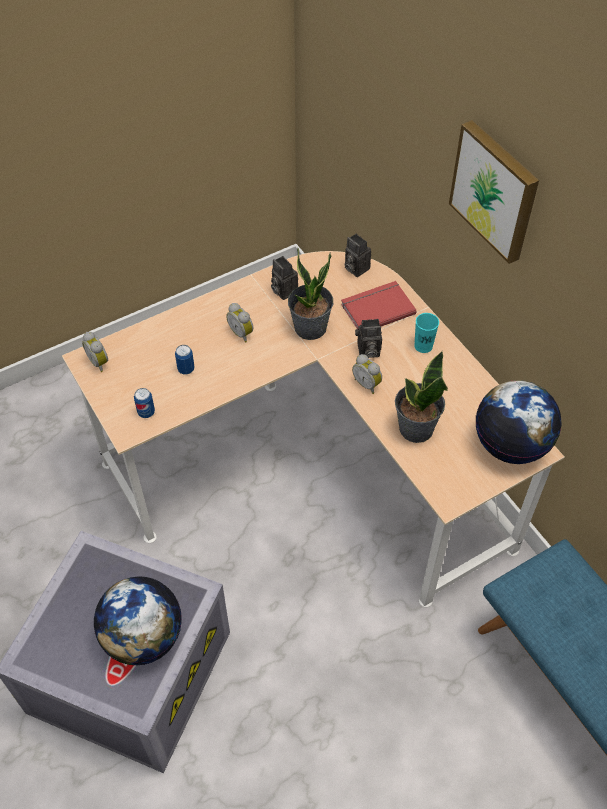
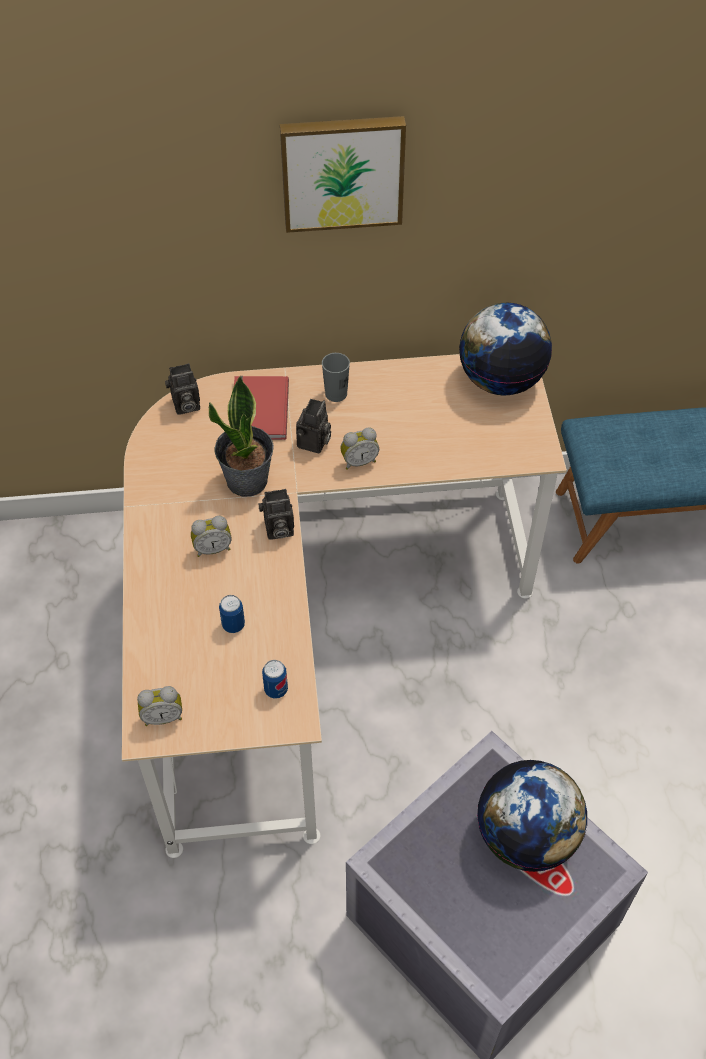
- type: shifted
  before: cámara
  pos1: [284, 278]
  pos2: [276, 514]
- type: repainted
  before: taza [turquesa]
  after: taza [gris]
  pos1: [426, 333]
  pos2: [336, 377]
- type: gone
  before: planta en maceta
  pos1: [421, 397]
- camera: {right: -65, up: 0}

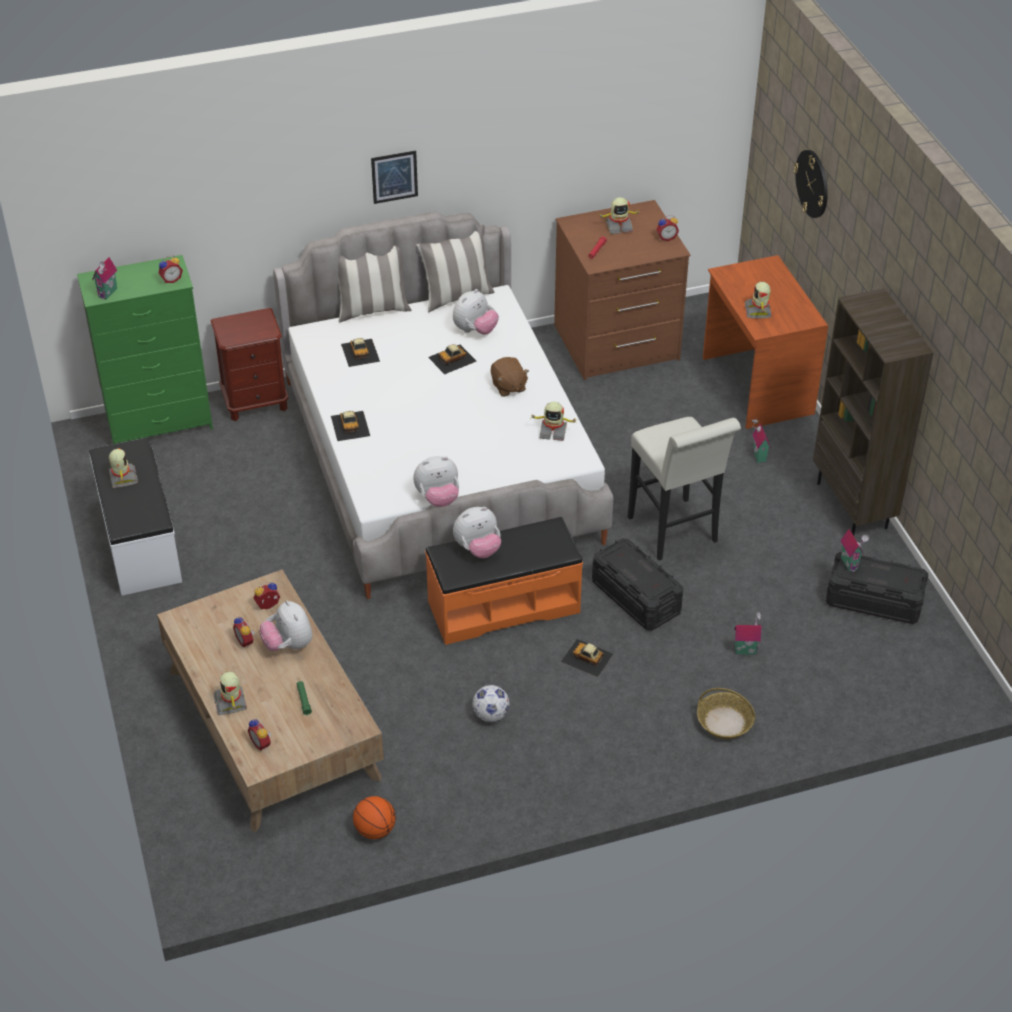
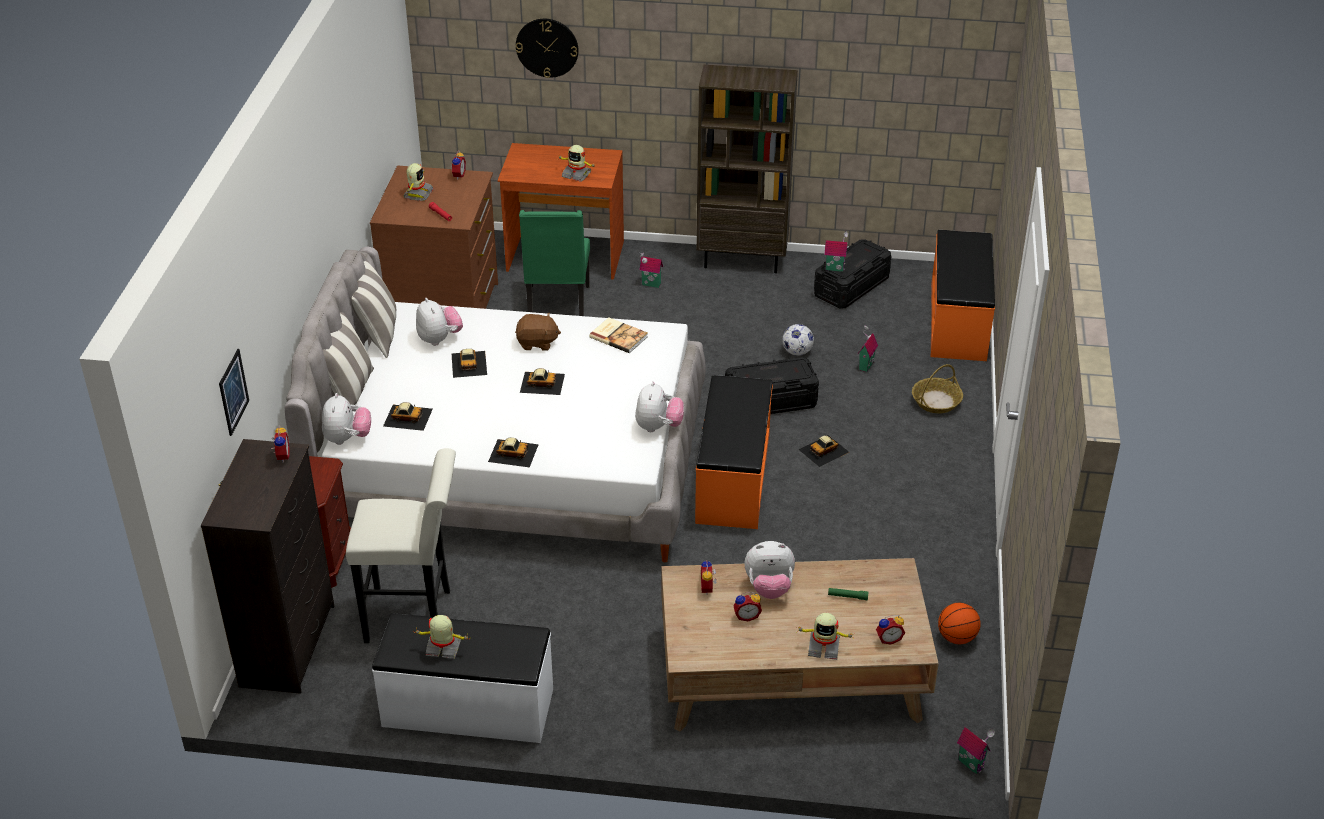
- type: repainted
  before: cómoda [verde]
  after: cómoda [negro]
  pos1: [145, 349]
  pos2: [267, 566]
- type: shifted
  before: cuadro
  pos1: [394, 177]
  pos2: [234, 392]
- type: shifted
  before: peluche
  pos1: [477, 532]
  pos2: [346, 419]
- type: shifted
  before: taburete [blanco]
  pos1: [684, 488]
  pos2: [401, 545]
- type: new
  after: silla [verde]
  pos2: [554, 263]
- type: new
  after: coche de juguete
  pos2: [542, 381]
- type: swapped
  before: robot de juguete
  after: libro
  pos1: [553, 421]
  pos2: [618, 335]
- type: shifted
  before: balón de fútbol
  pos1: [491, 703]
  pos2: [798, 340]
- type: new
  after: banco [naranja]
  pos2: [962, 295]
- type: shifted
  before: casita
  pos1: [105, 278]
  pos2: [976, 750]
- camera: {right: -65, up: -5}

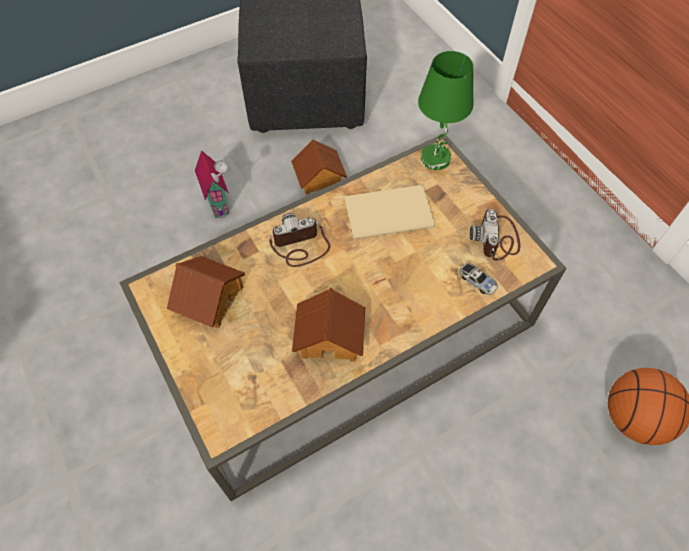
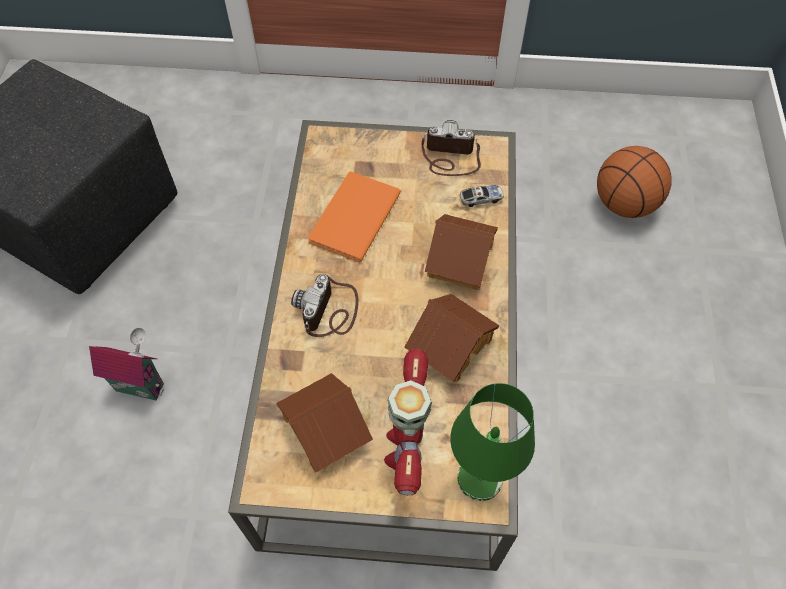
- type: repainted
  before: libro [beis]
  after: libro [naranja]
  pos1: [390, 212]
  pos2: [354, 217]
- type: new
  after: robot de juguete
  pos2: [408, 422]
- type: rotated
  before: cámara
  pos1: [495, 235]
  pos2: [451, 148]
  turn: 150
- type: shifted
  before: casita
  pos1: [319, 167]
  pos2: [461, 252]
- type: shifted
  before: lámpara de mesa [verde]
  pos1: [445, 110]
  pos2: [492, 442]
- camera: {right: -55, up: 0}

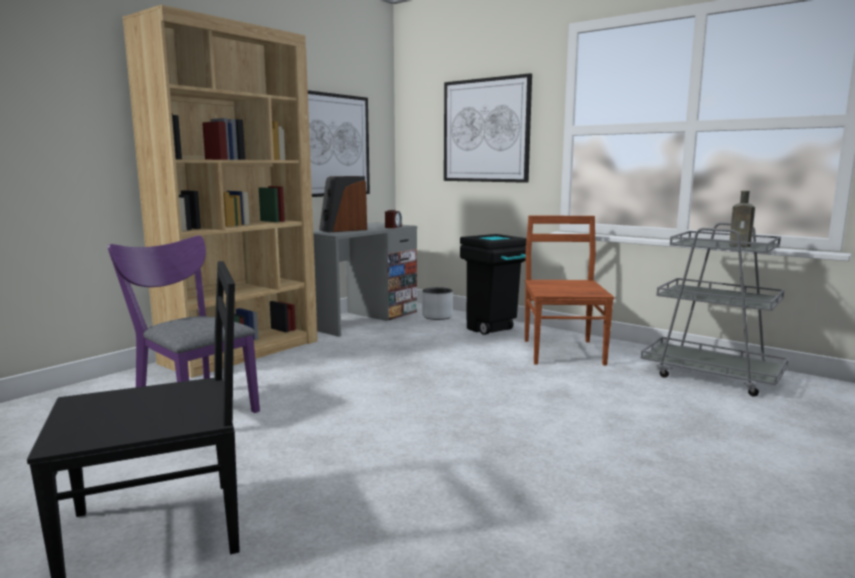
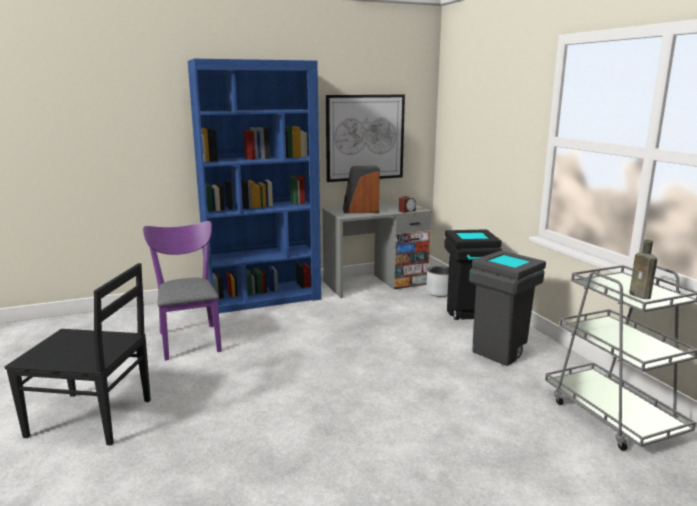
- type: repainted
  before: estantería [marrón]
  after: estantería [azul]
  pos1: [220, 191]
  pos2: [254, 186]
- type: swapped
  before: silla [marrón]
  after: papelera [gris]
  pos1: [569, 290]
  pos2: [507, 308]
- type: gone
  before: cuadro
  pos1: [488, 128]
- camera: {right: 30, up: 5}

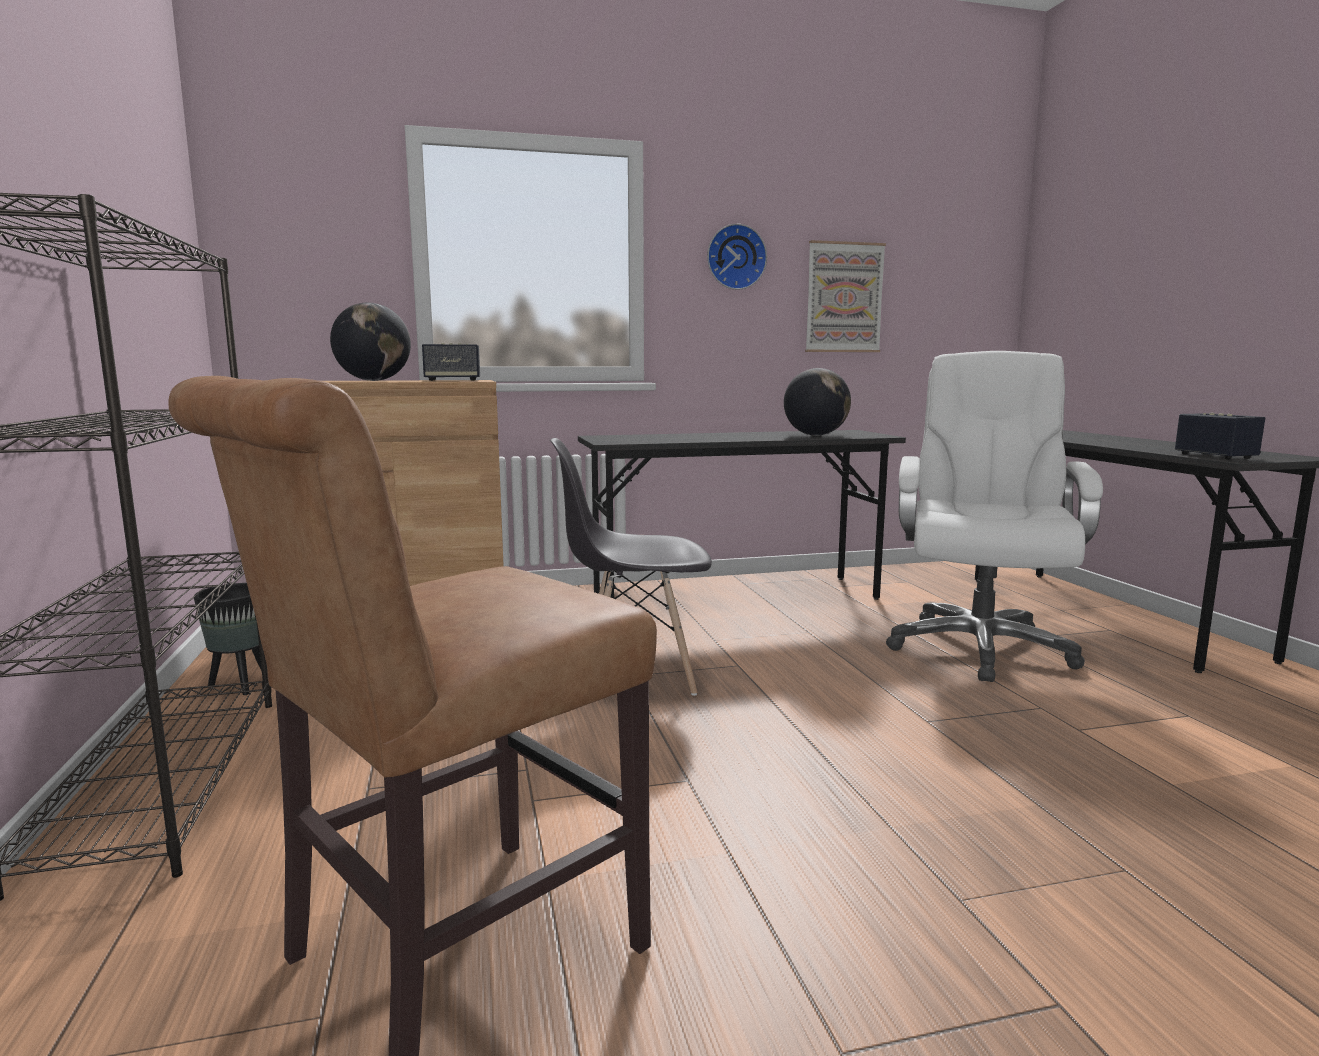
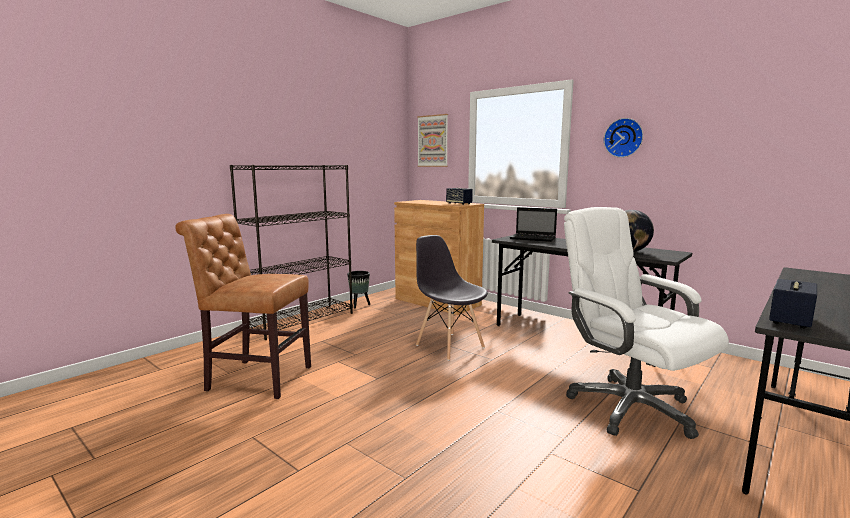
- type: shifted
  before: cuadro
  pos1: [845, 296]
  pos2: [432, 140]
- type: new
  after: portátil
  pos2: [533, 224]
- type: rotated
  before: silla de oficina [blanco]
  pos1: [994, 516]
  pos2: [646, 323]
  turn: -105
- type: gone
  before: globo terráqueo
  pos1: [370, 342]
- camera: {right: 55, up: 0}

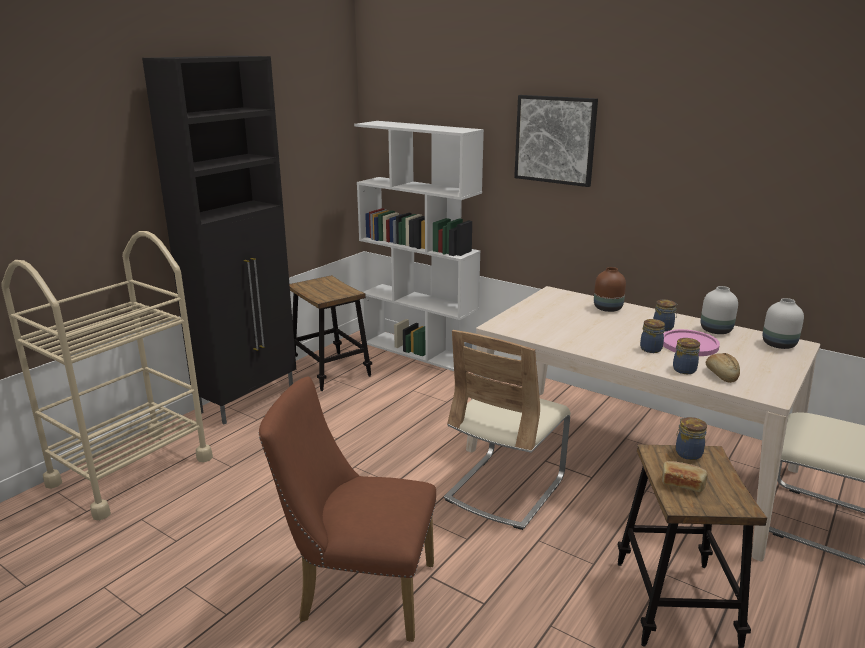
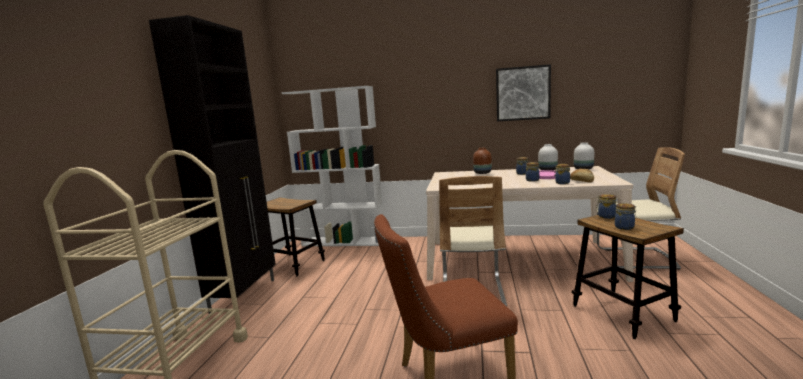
- type: shifted
  before: cuadro
  pos1: [556, 141]
  pos2: [523, 92]
- type: swapped
  before: pan
  after: tarro
  pos1: [685, 476]
  pos2: [625, 216]
- camera: {right: -25, up: -10}

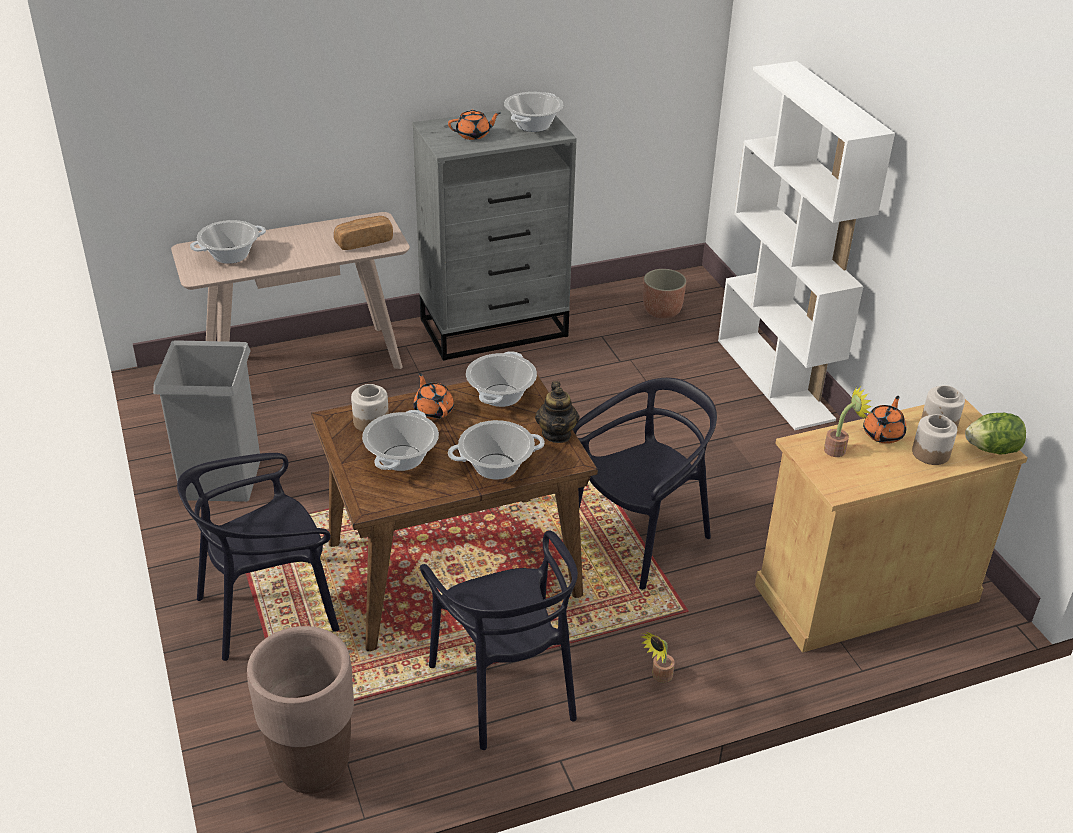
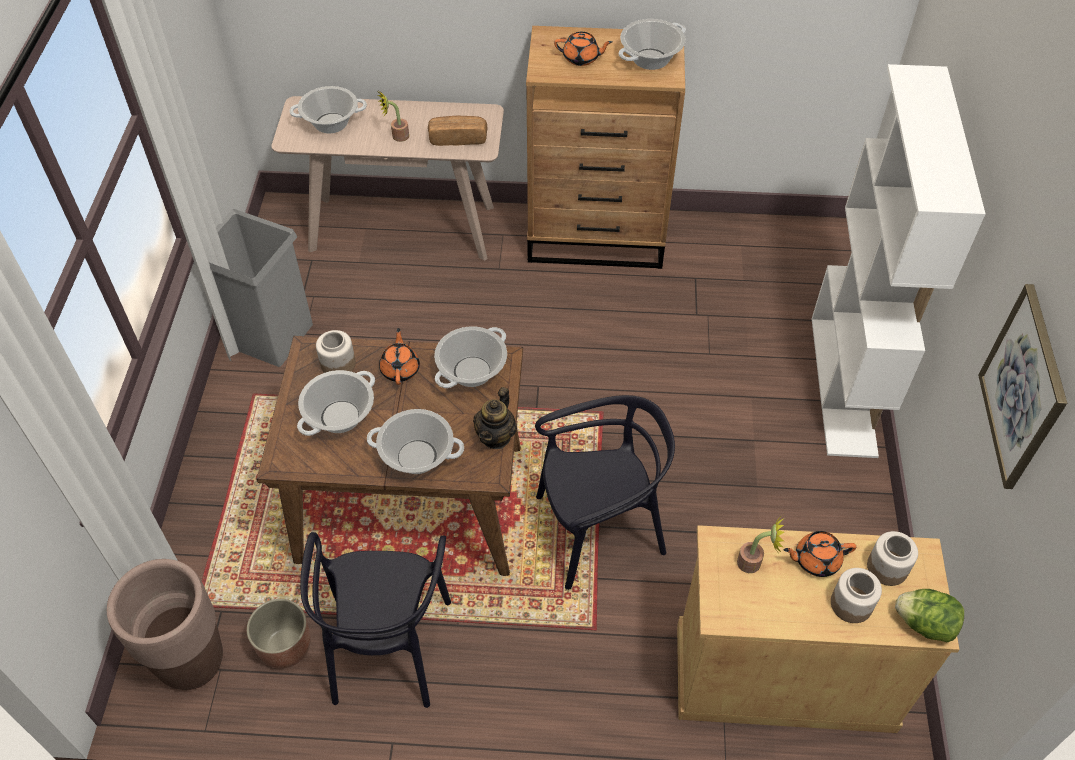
- type: shifted
  before: maceta
  pos1: [664, 293]
  pos2: [278, 634]
- type: shifted
  before: planta en maceta
  pos1: [658, 657]
  pos2: [393, 116]
- type: repainted
  before: cómoda [gris]
  after: cómoda [marrón]
  pos1: [494, 235]
  pos2: [605, 147]
- type: rotated
  before: tetera [naranja]
  pos1: [884, 420]
  pos2: [820, 554]
  turn: -150
- type: new
  after: cuadro
  pos2: [1022, 386]
- type: gone
  before: silla [negro]
  pos1: [258, 557]
- camera: {right: 25, up: 15}

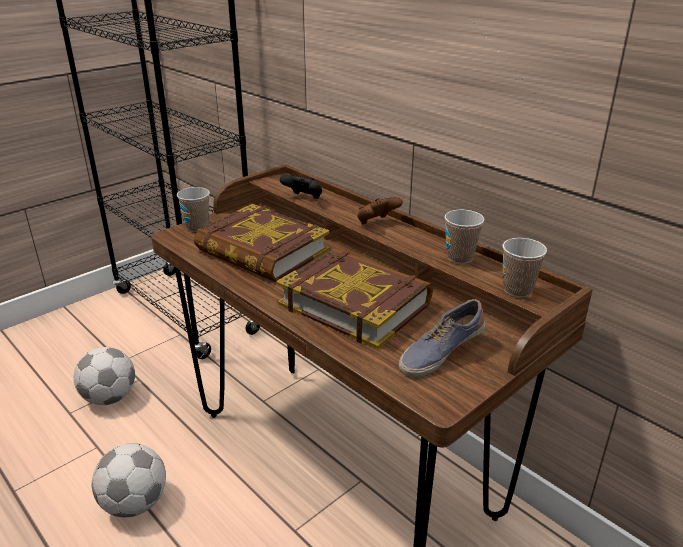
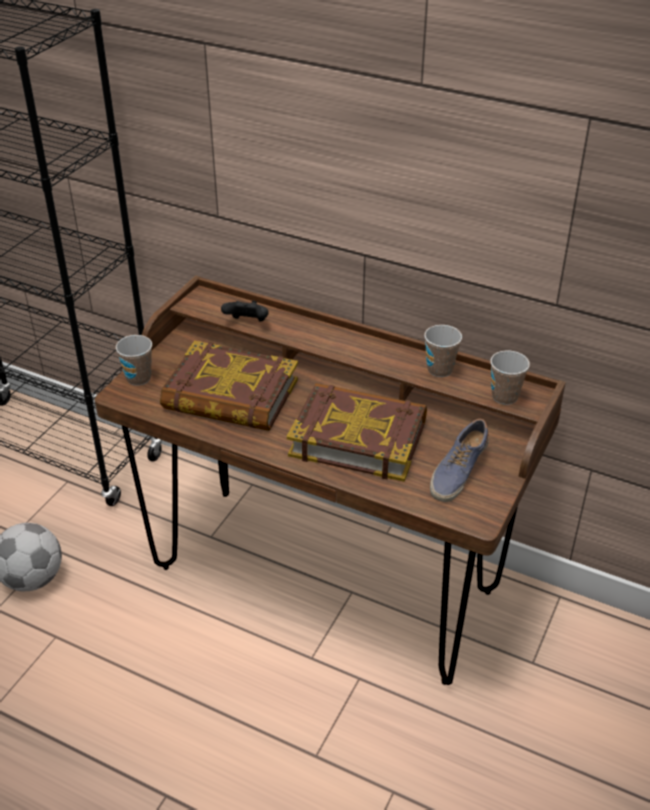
- type: gone
  before: balón de fútbol
  pos1: [129, 480]
- type: gone
  before: mando de consola [marrón]
  pos1: [380, 210]
- camera: {right: -20, up: 10}

